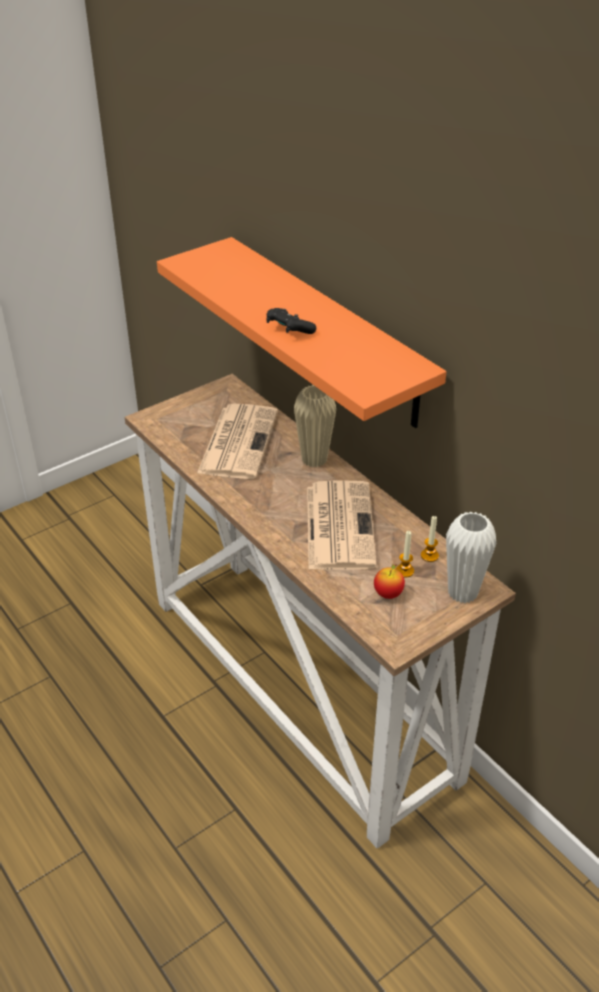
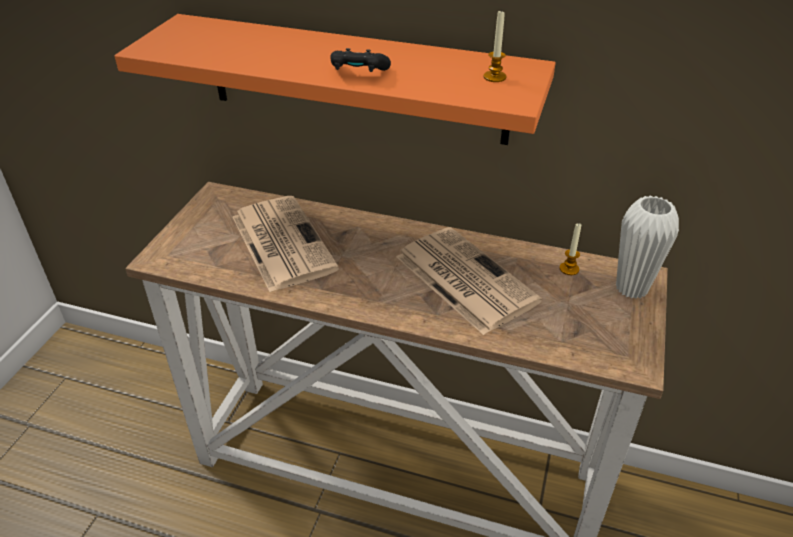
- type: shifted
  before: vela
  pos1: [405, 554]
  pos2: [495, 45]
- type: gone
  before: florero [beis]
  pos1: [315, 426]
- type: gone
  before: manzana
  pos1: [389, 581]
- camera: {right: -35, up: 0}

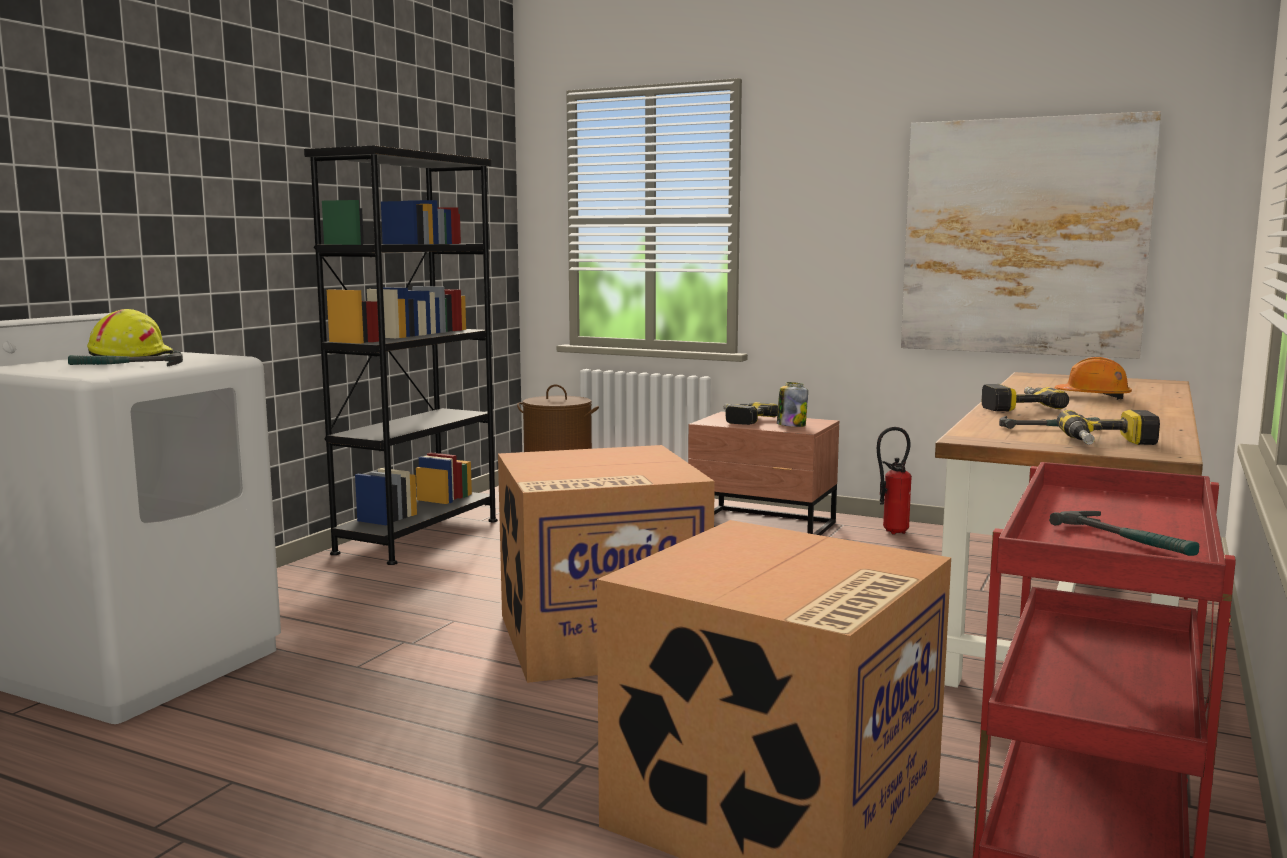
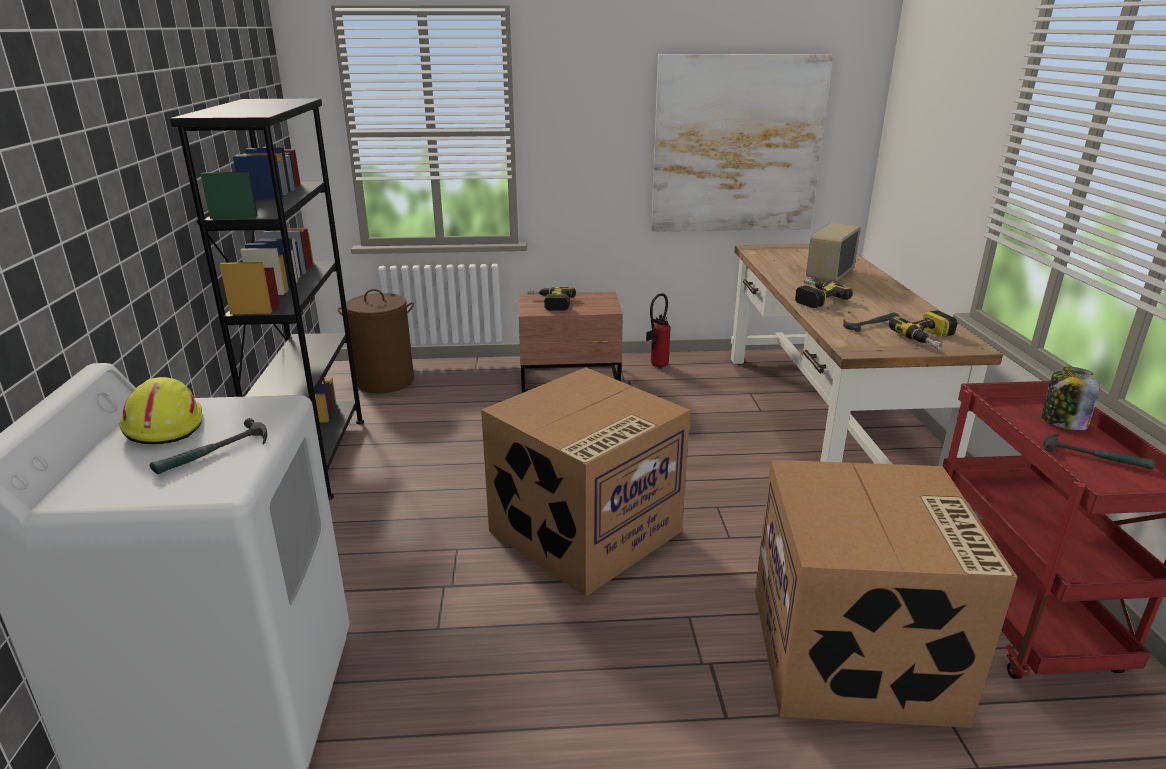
- type: swapped
  before: casco [naranja]
  after: radio
  pos1: [1093, 378]
  pos2: [833, 252]
- type: shifted
  before: tarro
  pos1: [792, 404]
  pos2: [1070, 398]
- camera: {right: -30, up: 15}

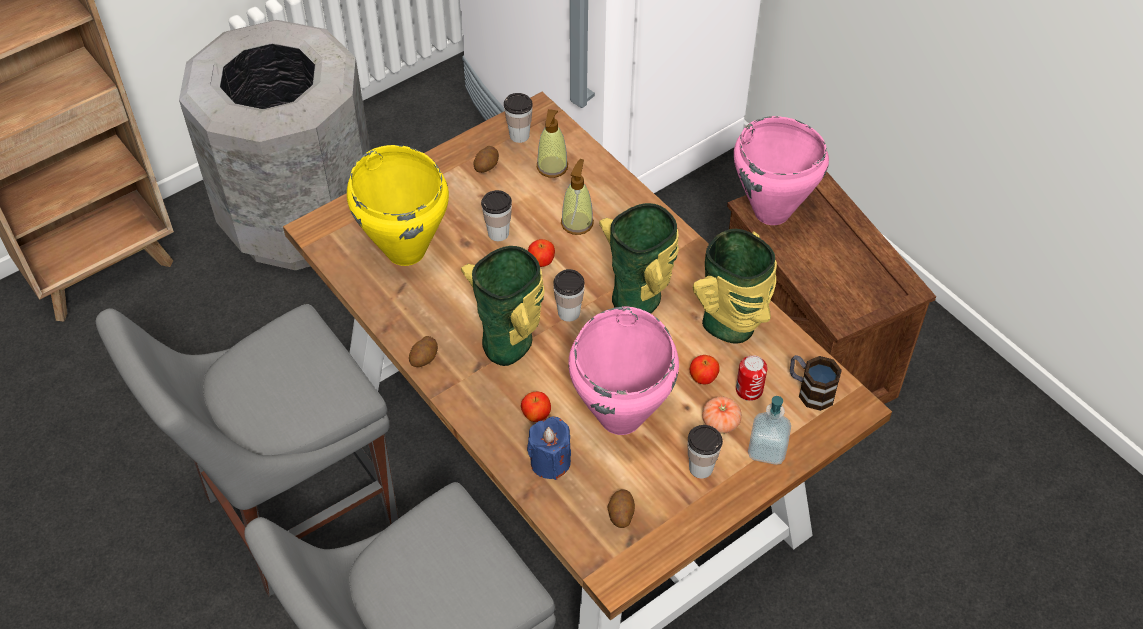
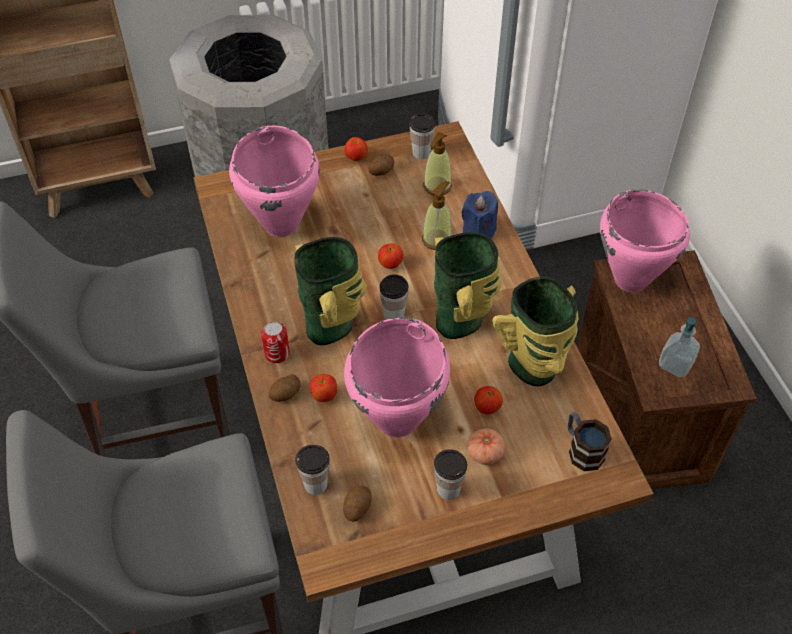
- type: repainted
  before: olla [amarillo]
  after: olla [rosa]
  pos1: [398, 205]
  pos2: [274, 181]
- type: shifted
  before: lata
  pos1: [751, 378]
  pos2: [275, 342]
- type: shifted
  before: patata
  pos1: [423, 351]
  pos2: [285, 388]
- type: shifted
  before: taza
  pos1: [496, 215]
  pos2: [312, 470]
- type: new
  after: manzana
  pos2: [356, 149]
- type: shifted
  before: vela [azul]
  pos1: [549, 448]
  pos2: [479, 214]
- type: shifted
  before: dispensador de jabón
  pos1: [769, 430]
  pos2: [679, 347]
- camera: {right: 20, up: 0}

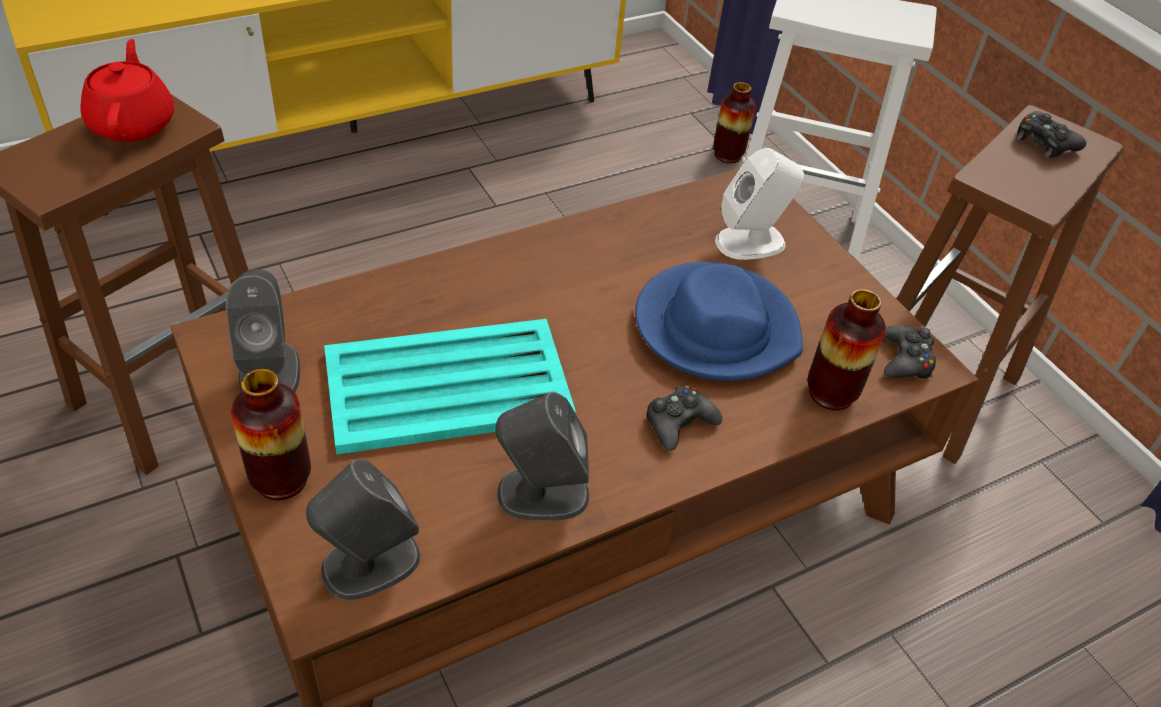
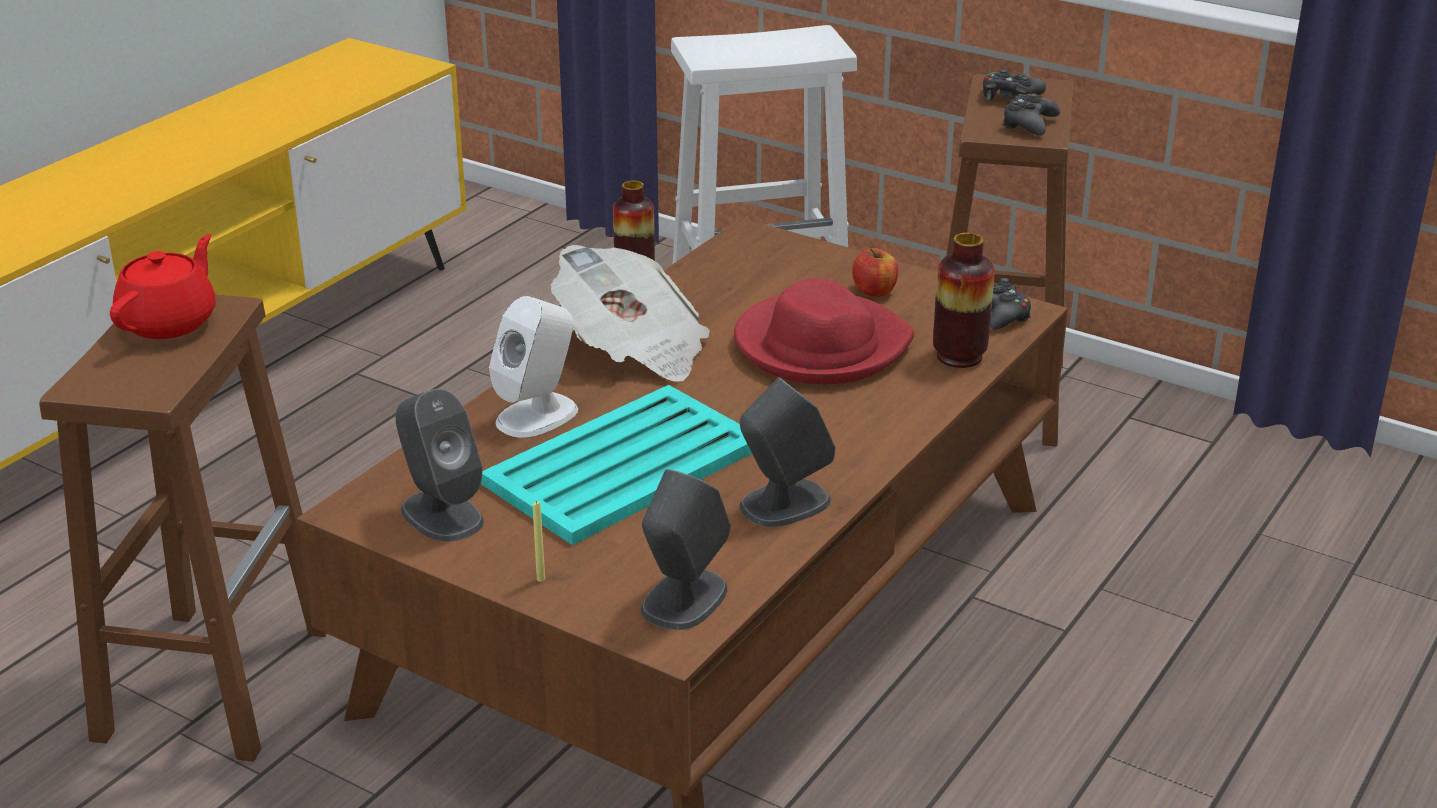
- type: rotated
  before: tetera [rojo]
  pos1: [127, 90]
  pos2: [163, 286]
  turn: 60
- type: shifted
  before: altavoz [blanco]
  pos1: [760, 204]
  pos2: [533, 367]
- type: swapped
  before: florero
  after: vela [amarillo]
  pos1: [271, 434]
  pos2: [539, 541]
- type: new
  after: periódico
  pos2: [630, 313]
- type: repainted
  before: sombrero [azul]
  after: sombrero [rojo]
  pos1: [719, 321]
  pos2: [824, 331]
- type: new
  after: manzana
  pos2: [875, 272]
- type: shifted
  before: mando de consola [negro]
  pos1: [684, 418]
  pos2: [1031, 114]
- camera: {right: -25, up: -15}

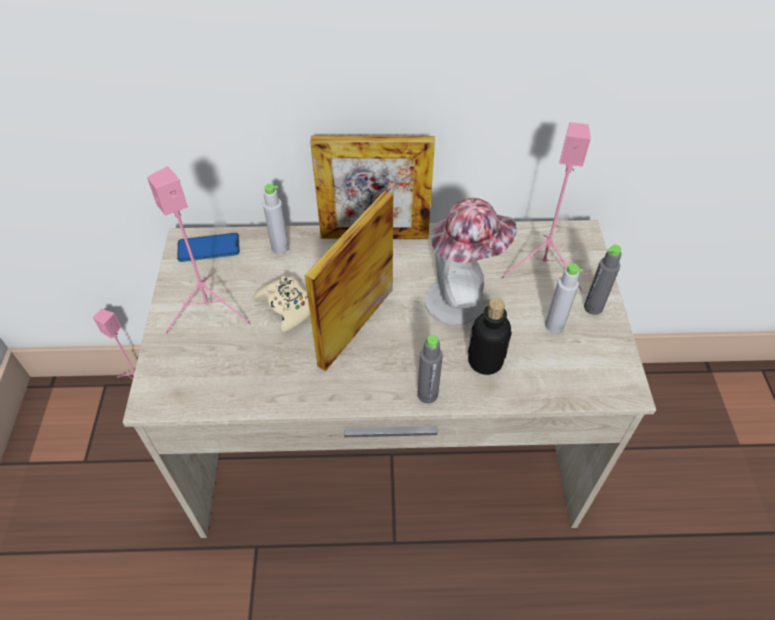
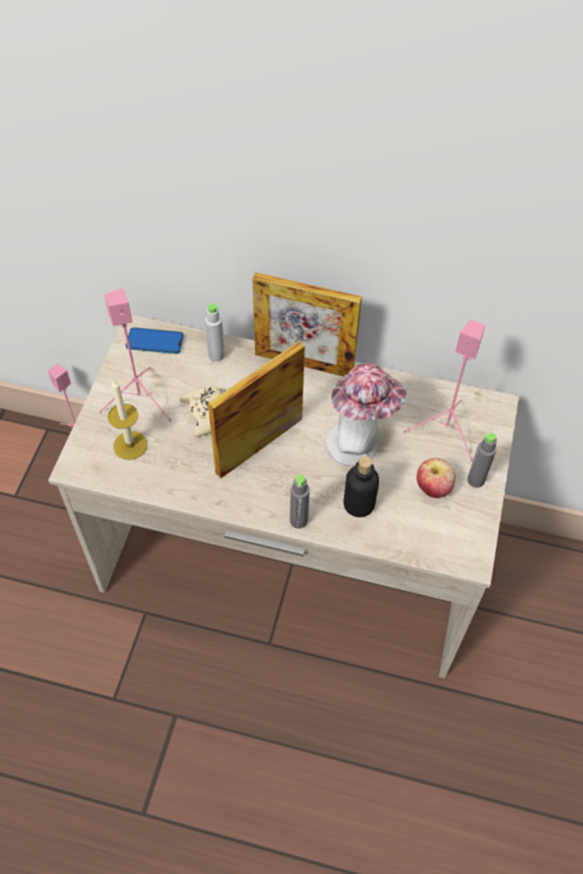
- type: new
  after: vela
  pos2: [127, 420]
- type: swapped
  before: botella [gris]
  after: manzana
  pos1: [564, 298]
  pos2: [436, 478]
- camera: {right: 15, up: 5}

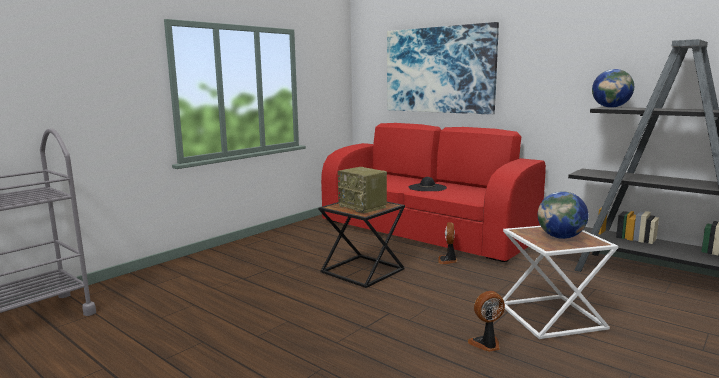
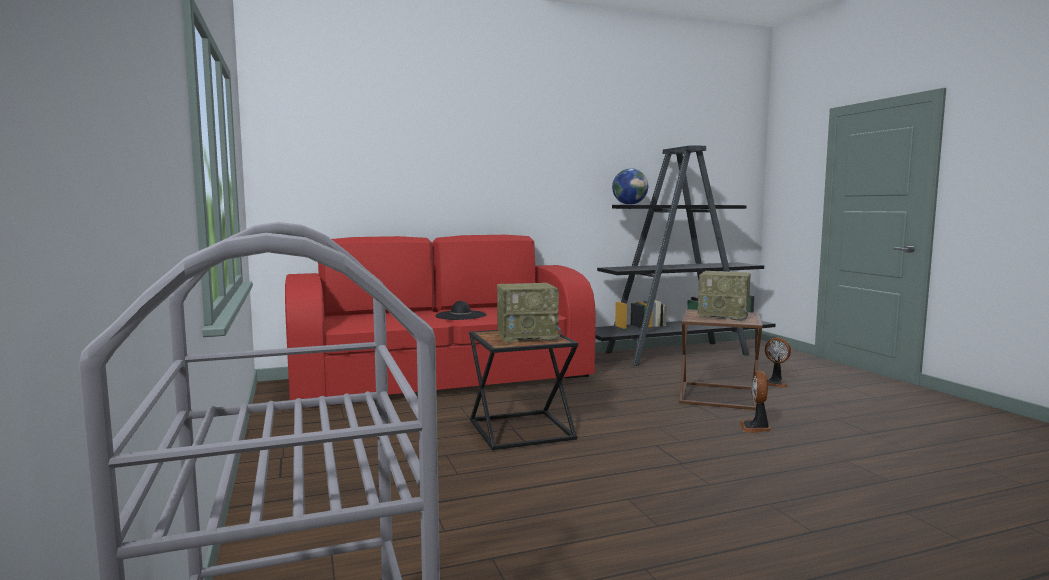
- type: repainted
  before: mesa auxiliar [blanco]
  after: mesa auxiliar [marrón]
  pos1: [560, 282]
  pos2: [721, 359]
- type: swapped
  before: globo terráqueo
  after: radio
  pos1: [563, 215]
  pos2: [724, 296]
- type: shifted
  before: ventilador
  pos1: [447, 243]
  pos2: [778, 363]
- type: gone
  before: cuadro
  pos1: [443, 68]
- camera: {right: -60, up: -5}

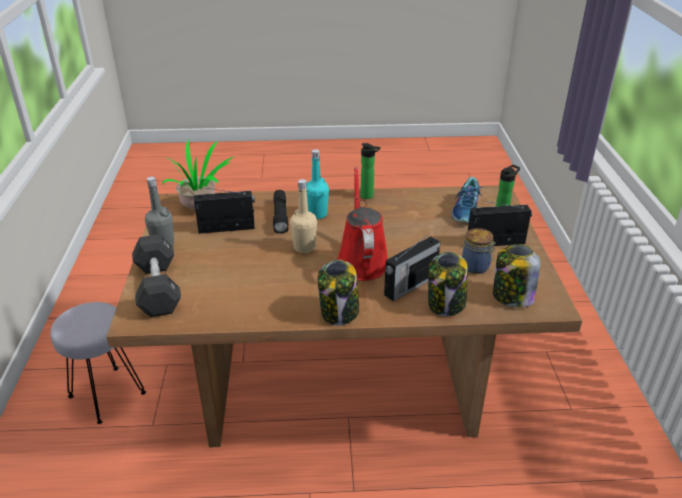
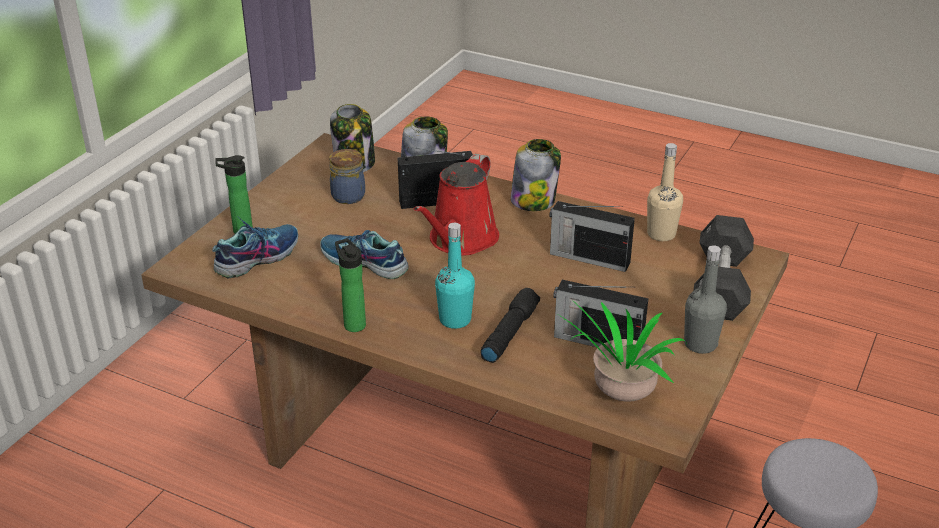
- type: new
  after: zapato
  pos2: [364, 254]
- type: shifted
  before: radio
  pos1: [500, 223]
  pos2: [592, 236]
- type: shifted
  before: botella [beis]
  pos1: [303, 216]
  pos2: [665, 192]
- camera: {right: -150, up: 0}

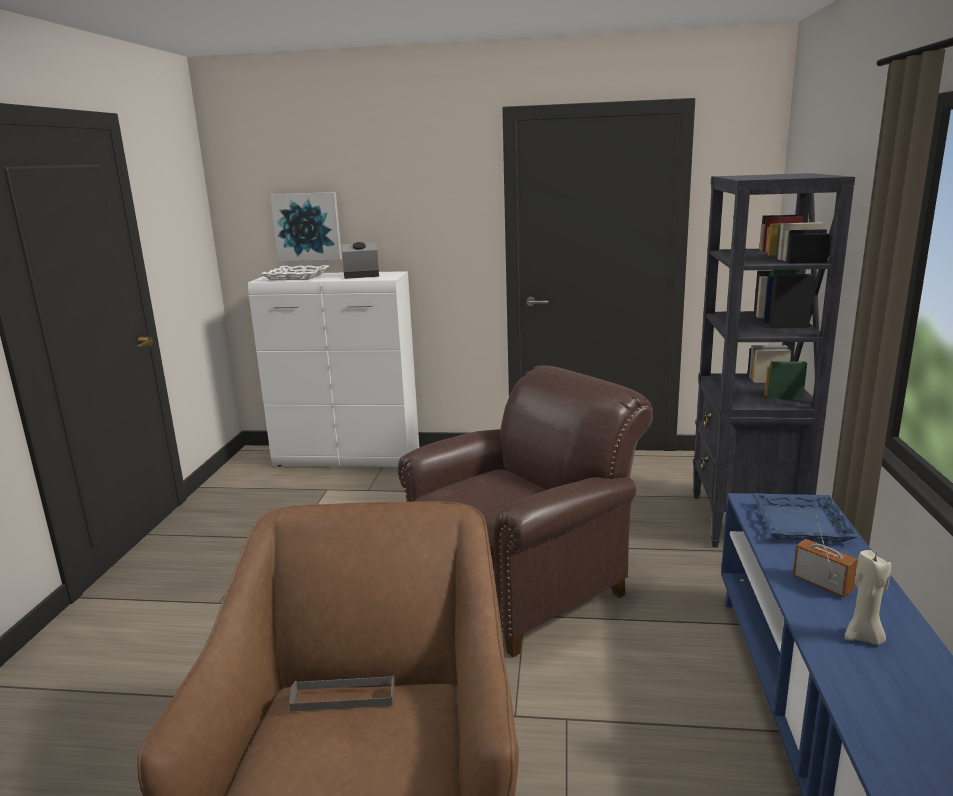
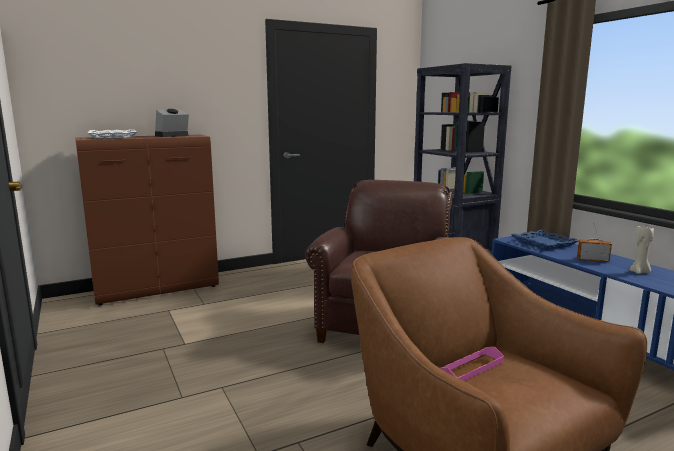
- type: repainted
  before: armario [blanco]
  after: armario [marrón]
  pos1: [333, 369]
  pos2: [147, 220]
- type: repainted
  before: bandeja [gris]
  after: bandeja [rosa]
  pos1: [342, 693]
  pos2: [472, 364]
- type: gone
  before: cuadro
  pos1: [306, 226]
- camera: {right: -35, up: -5}

